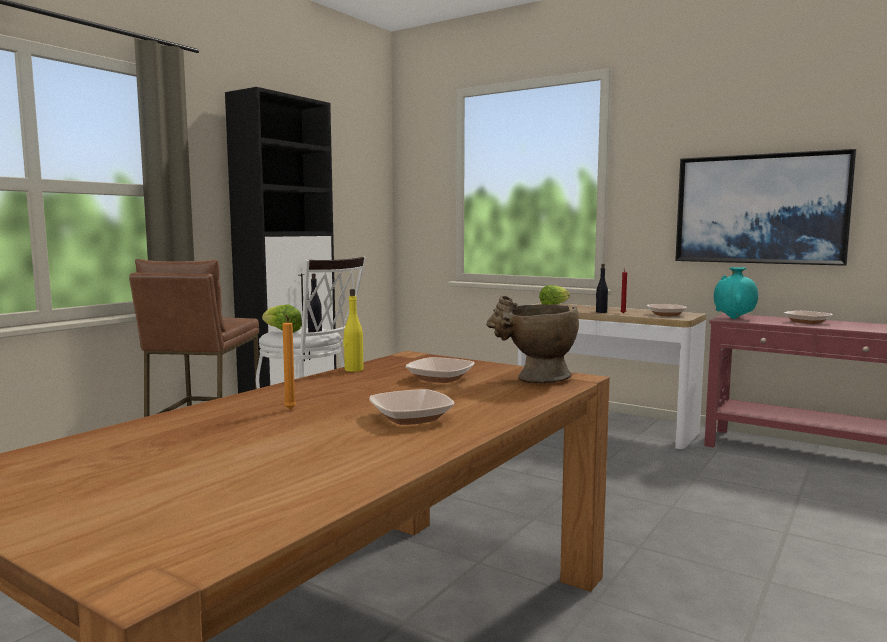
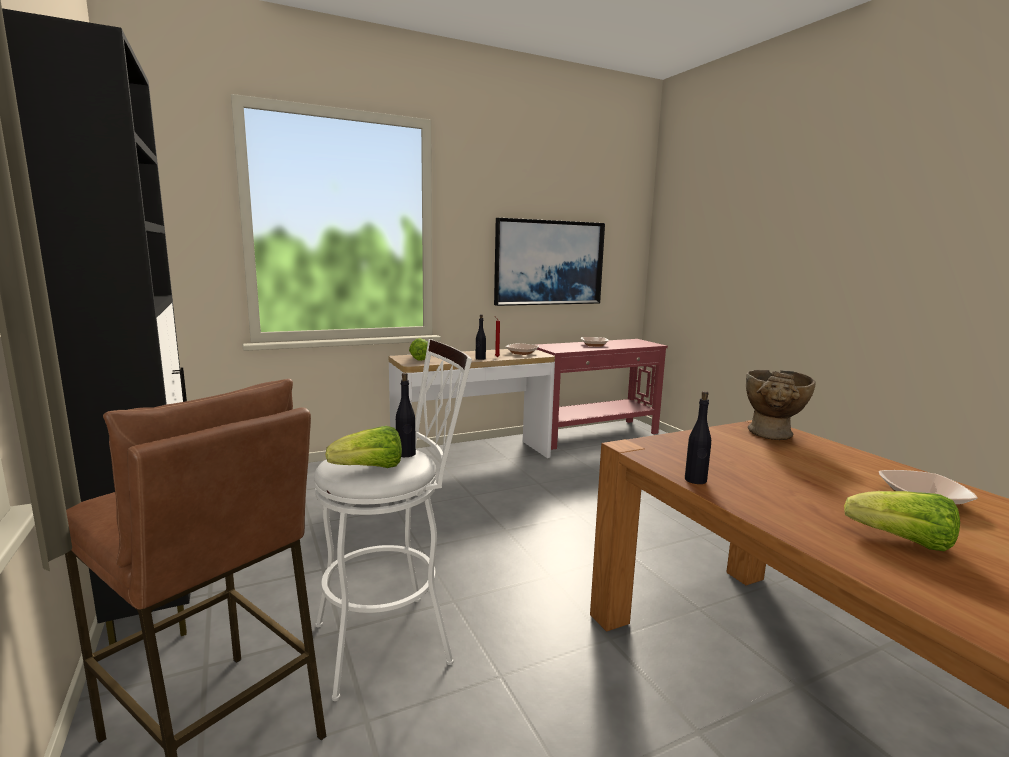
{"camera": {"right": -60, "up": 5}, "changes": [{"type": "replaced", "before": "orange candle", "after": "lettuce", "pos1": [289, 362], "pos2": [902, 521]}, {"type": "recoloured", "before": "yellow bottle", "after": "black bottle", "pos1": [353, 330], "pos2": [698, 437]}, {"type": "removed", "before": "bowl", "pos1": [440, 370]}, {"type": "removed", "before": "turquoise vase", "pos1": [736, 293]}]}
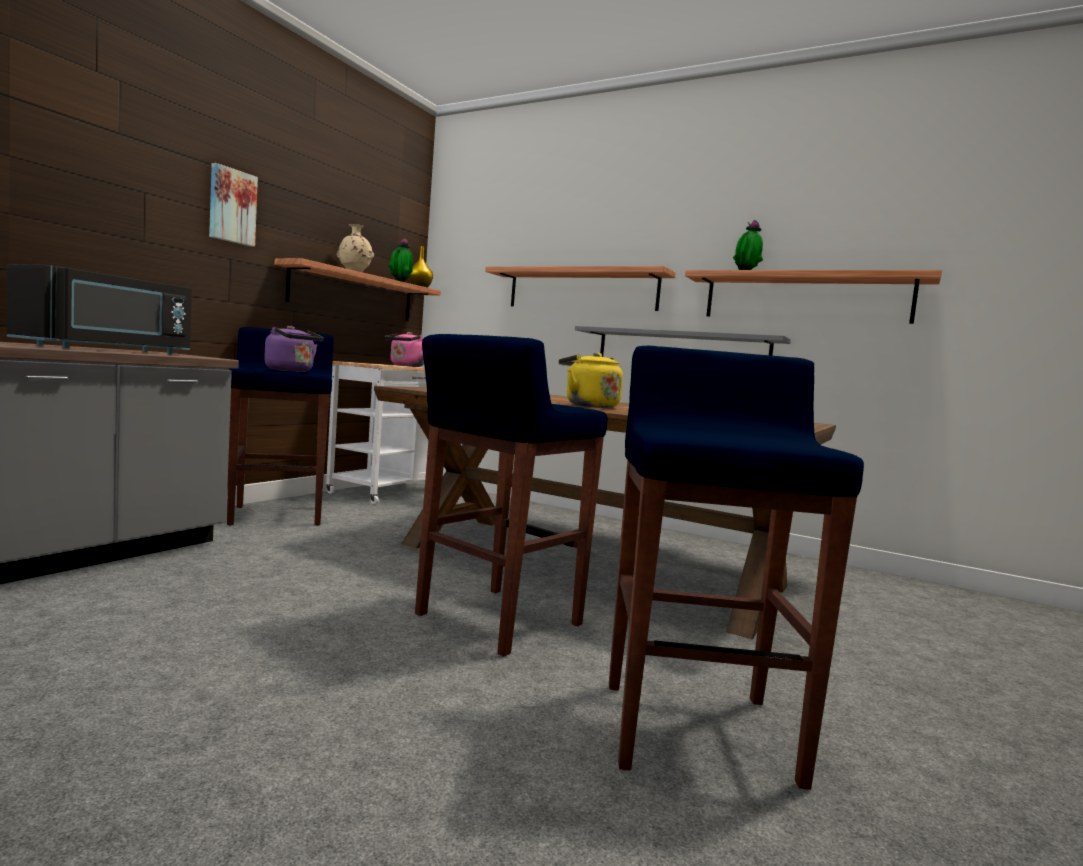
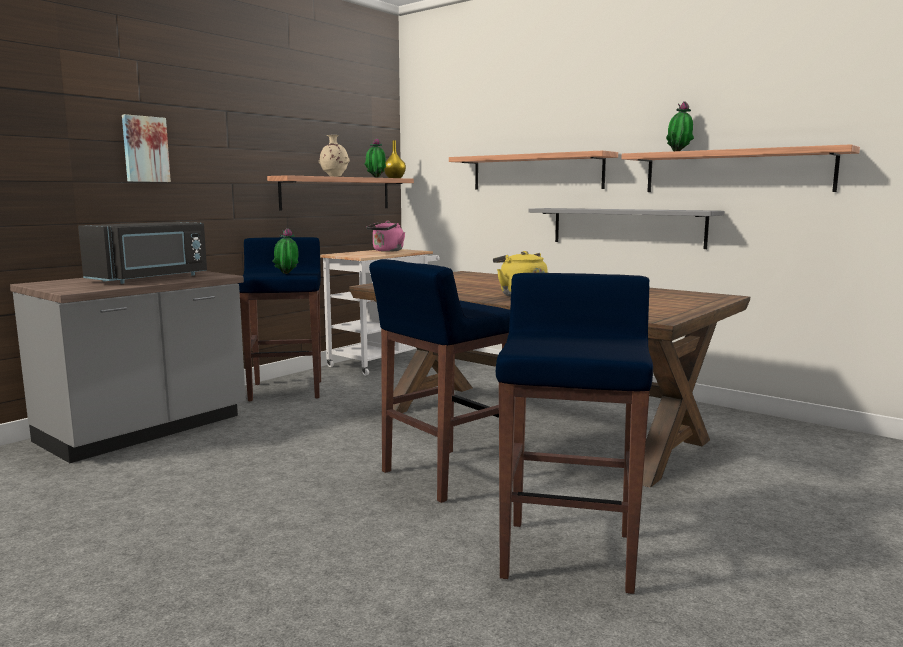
{"camera": {"right": 10, "up": 5}, "changes": [{"type": "moved", "before": "picture", "pos1": [233, 205], "pos2": [146, 148]}, {"type": "replaced", "before": "purple kettle", "after": "potted plant", "pos1": [294, 349], "pos2": [285, 251]}]}
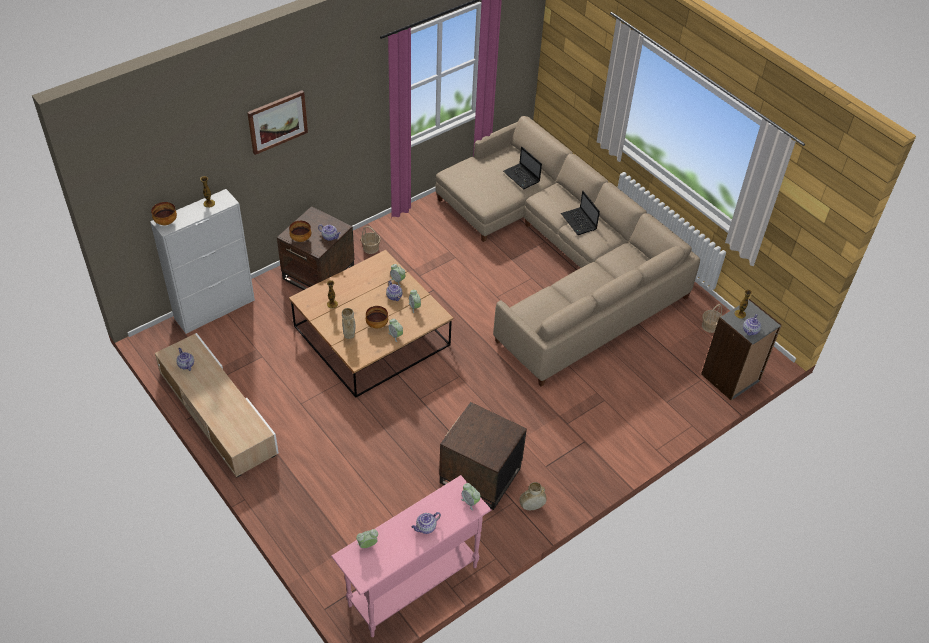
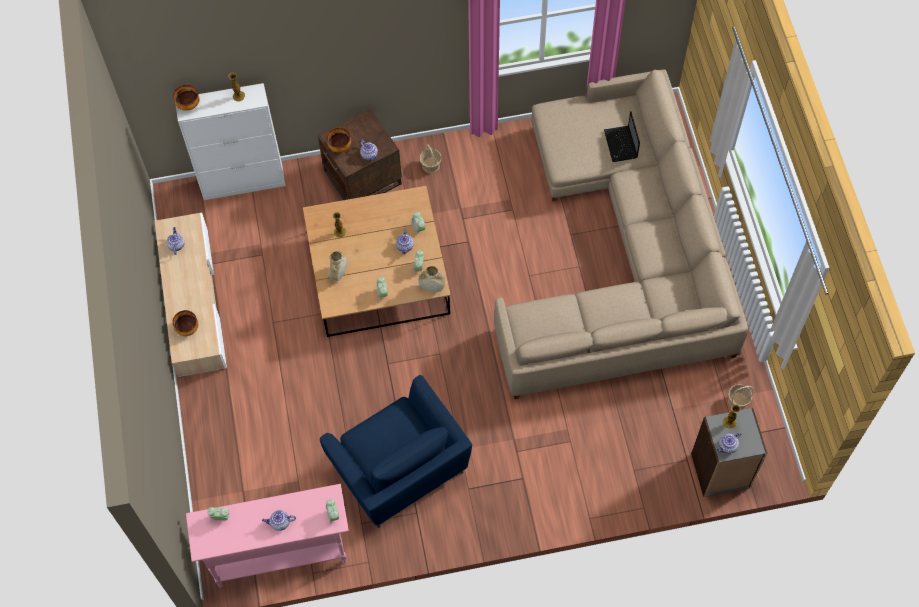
{"camera": {"right": 30, "up": 15}, "changes": [{"type": "removed", "before": "picture", "pos1": [277, 122]}, {"type": "moved", "before": "bowl", "pos1": [377, 317], "pos2": [185, 323]}, {"type": "replaced", "before": "brown side table", "after": "blue armchair", "pos1": [483, 456], "pos2": [396, 451]}, {"type": "moved", "before": "beige vase", "pos1": [532, 496], "pos2": [432, 279]}, {"type": "removed", "before": "laptop", "pos1": [580, 213]}]}
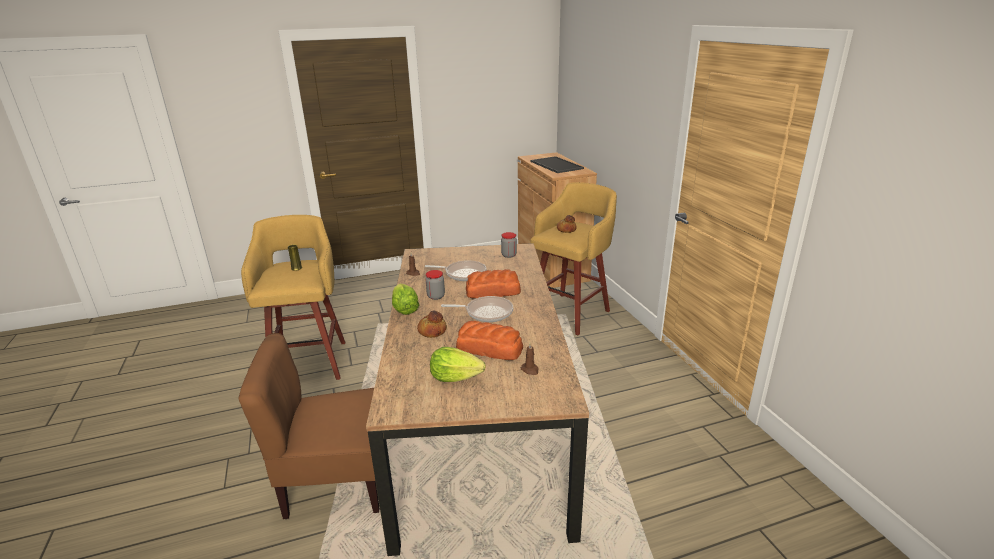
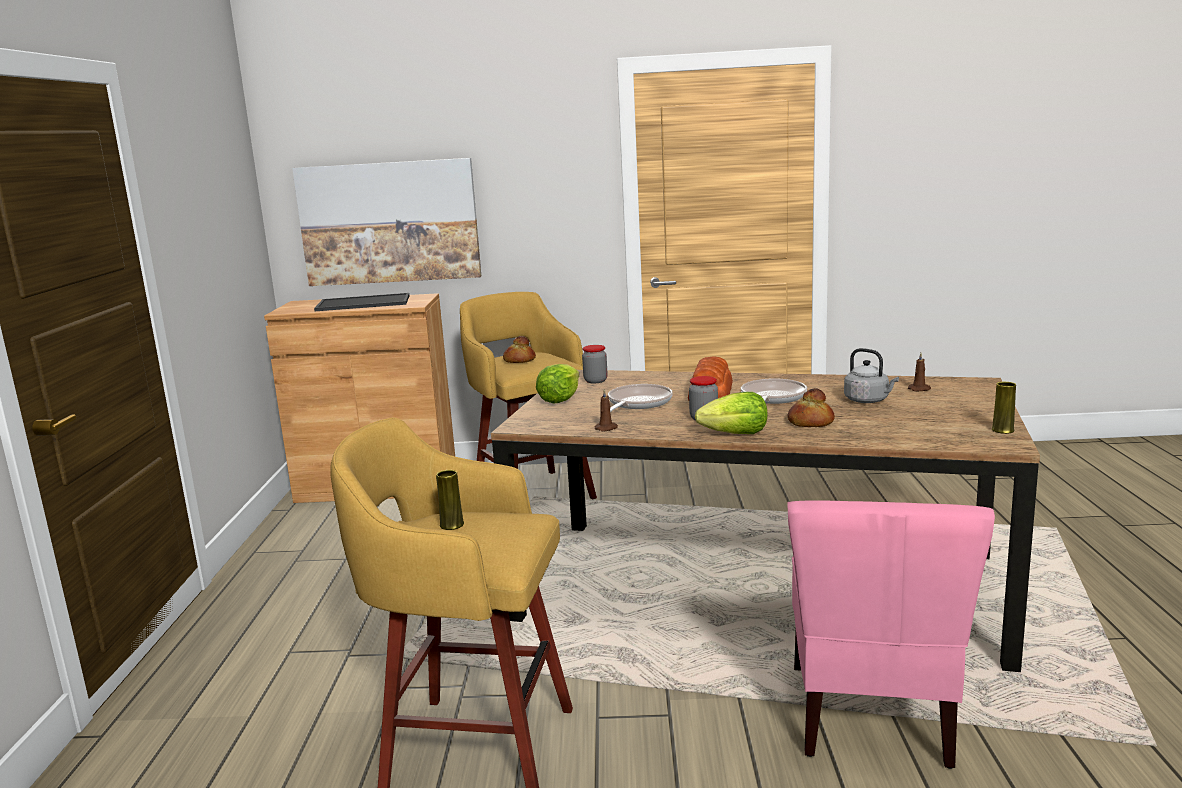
{"camera": {"right": -70, "up": -10}, "changes": [{"type": "recoloured", "before": "brown chair", "after": "pink chair", "pos1": [308, 426], "pos2": [891, 635]}, {"type": "moved", "before": "lettuce", "pos1": [458, 364], "pos2": [557, 383]}, {"type": "replaced", "before": "bread", "after": "grey kettle", "pos1": [489, 340], "pos2": [871, 375]}, {"type": "added", "after": "picture", "pos2": [386, 222]}, {"type": "added", "after": "yellow vase", "pos2": [1004, 408]}]}
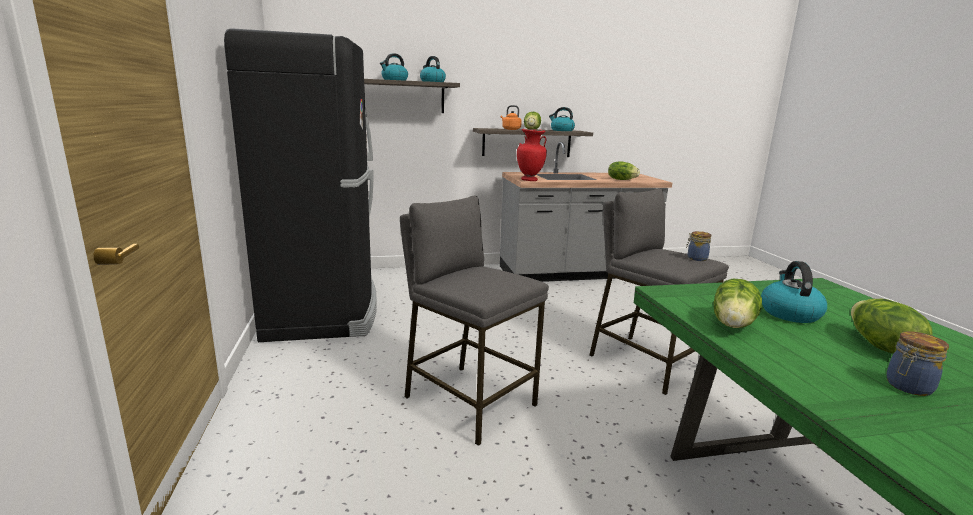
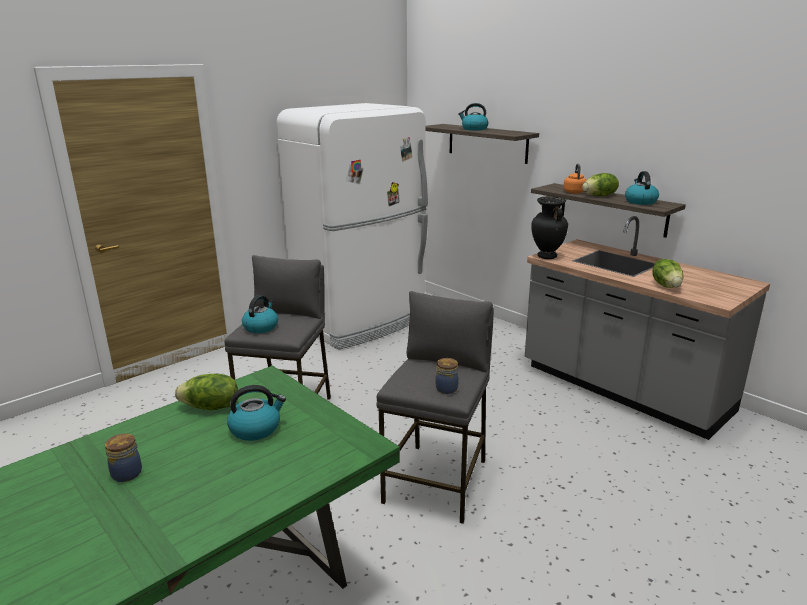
{"camera": {"right": 60, "up": 5}, "changes": [{"type": "recoloured", "before": "black fridge", "after": "white fridge", "pos1": [300, 185], "pos2": [352, 226]}, {"type": "moved", "before": "kettle", "pos1": [433, 69], "pos2": [260, 314]}, {"type": "recoloured", "before": "red vase", "after": "black vase", "pos1": [532, 155], "pos2": [549, 227]}, {"type": "removed", "before": "lettuce", "pos1": [892, 326]}]}
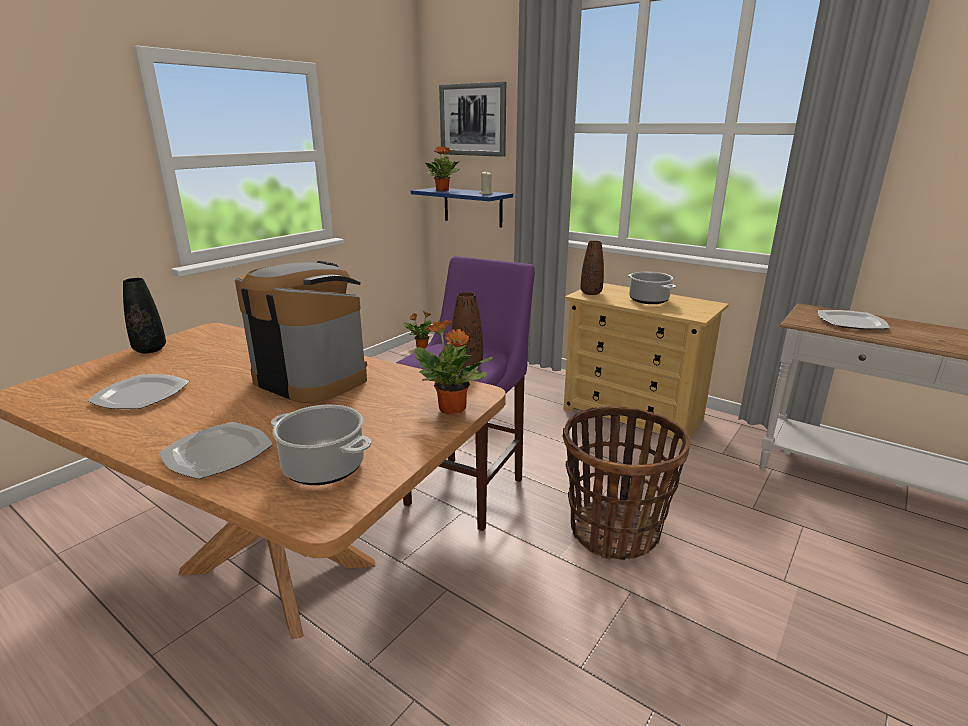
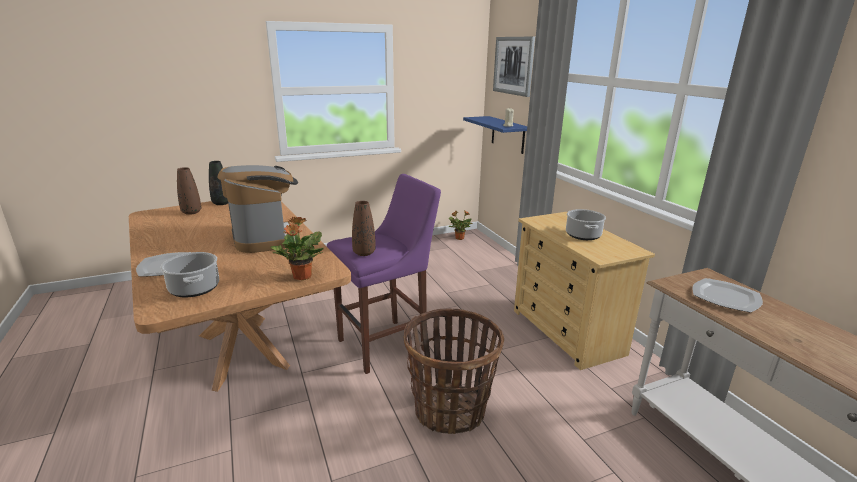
{"camera": {"right": 30, "up": 0}, "changes": [{"type": "removed", "before": "plate", "pos1": [138, 391]}, {"type": "removed", "before": "potted plant", "pos1": [442, 168]}, {"type": "moved", "before": "brown vase", "pos1": [592, 268], "pos2": [189, 191]}]}
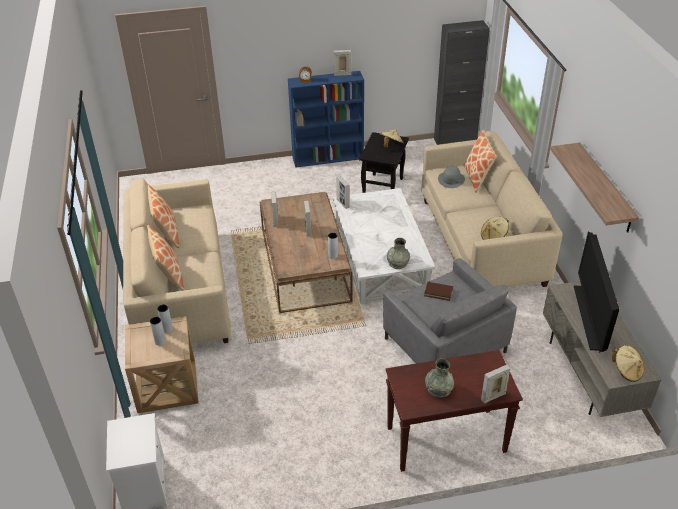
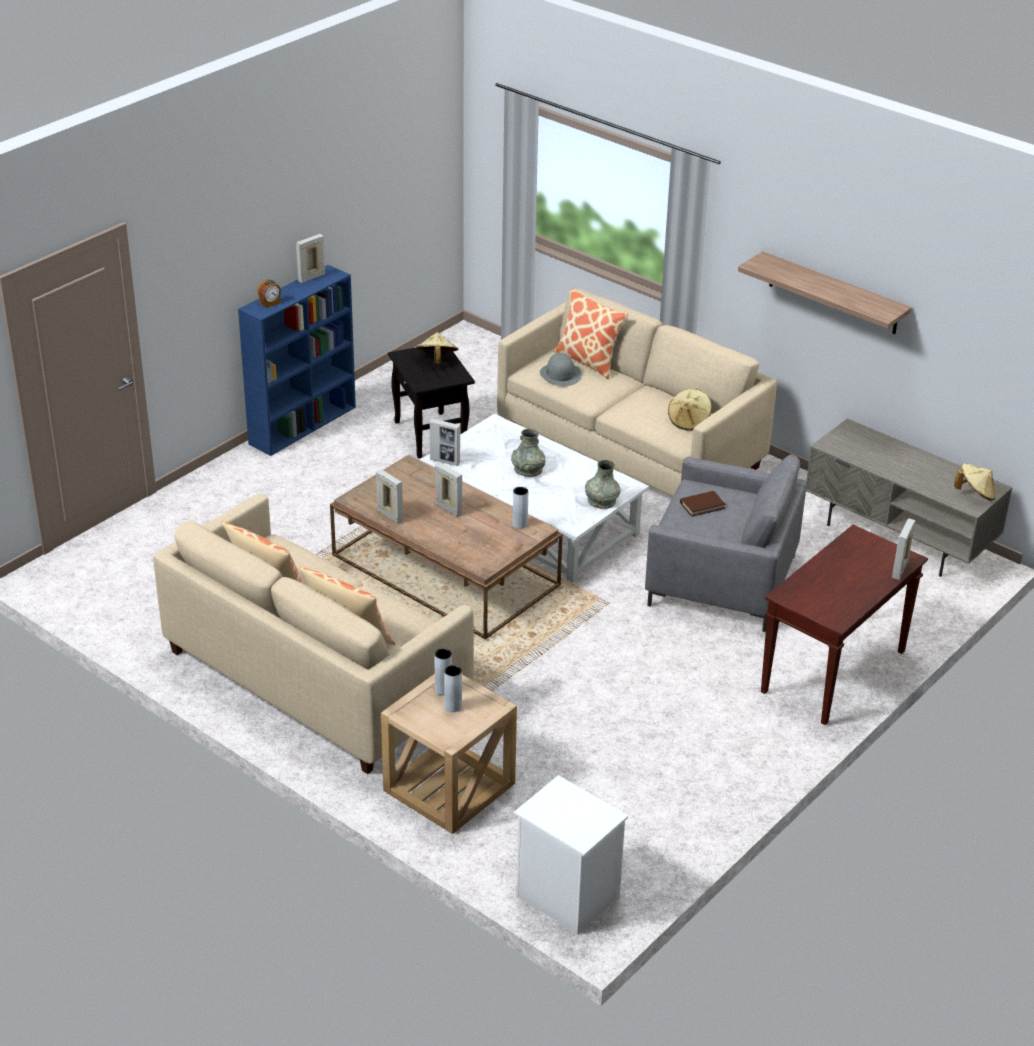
{"camera": {"right": -40, "up": -5}, "changes": [{"type": "moved", "before": "grey vase", "pos1": [439, 378], "pos2": [528, 453]}, {"type": "removed", "before": "black cabinet", "pos1": [462, 82]}, {"type": "removed", "before": "television", "pos1": [596, 292]}]}
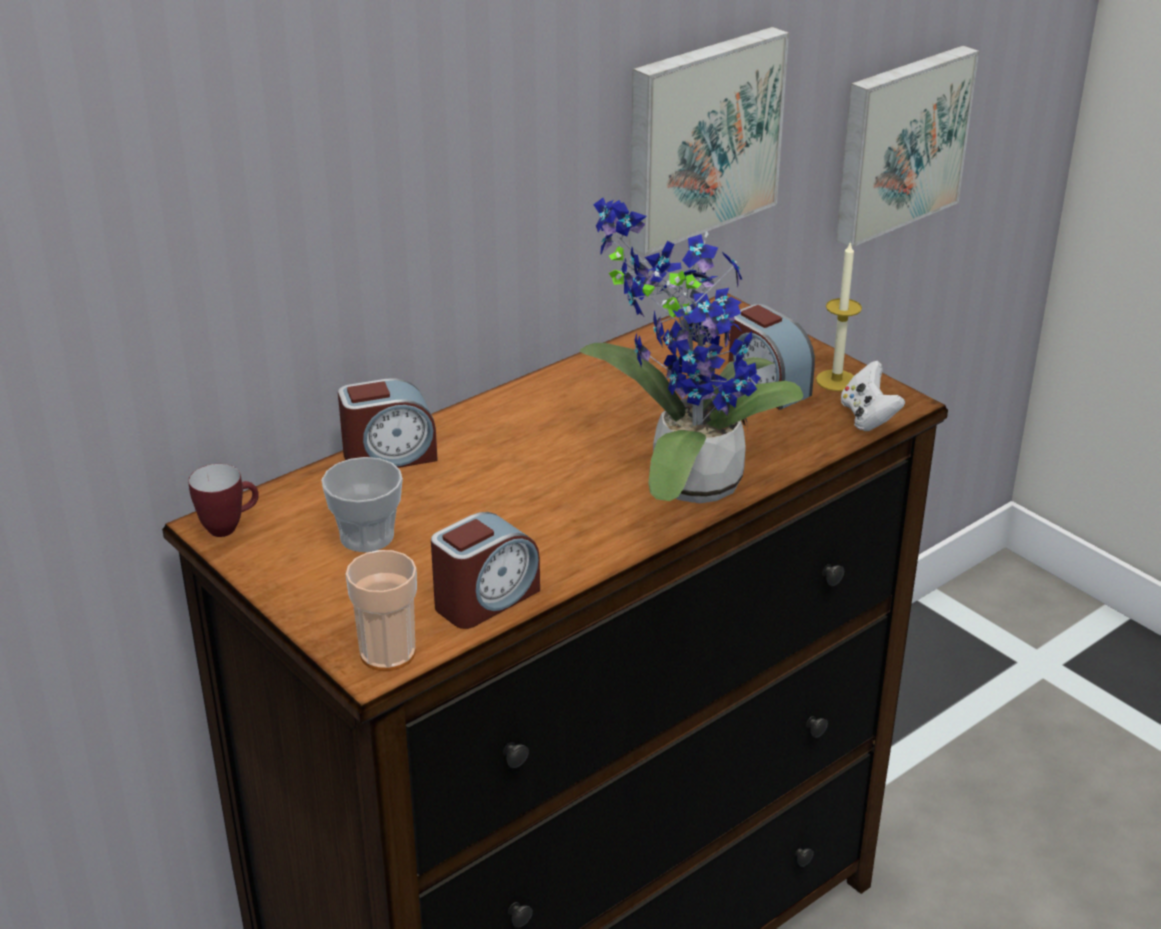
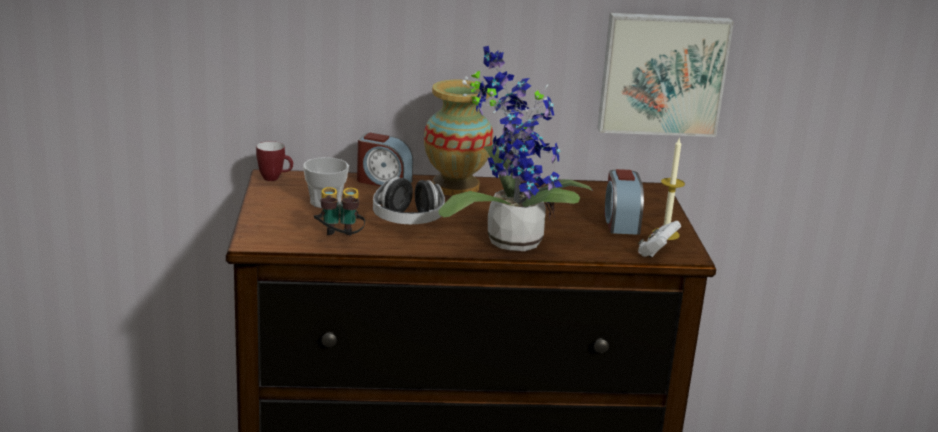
{"camera": {"right": 35, "up": -10}, "changes": [{"type": "removed", "before": "cup", "pos1": [381, 610]}, {"type": "replaced", "before": "alarm clock", "after": "binoculars", "pos1": [485, 570], "pos2": [339, 211]}, {"type": "removed", "before": "picture", "pos1": [907, 146]}, {"type": "added", "after": "headphones", "pos2": [409, 200]}, {"type": "added", "after": "vase", "pos2": [458, 138]}]}
